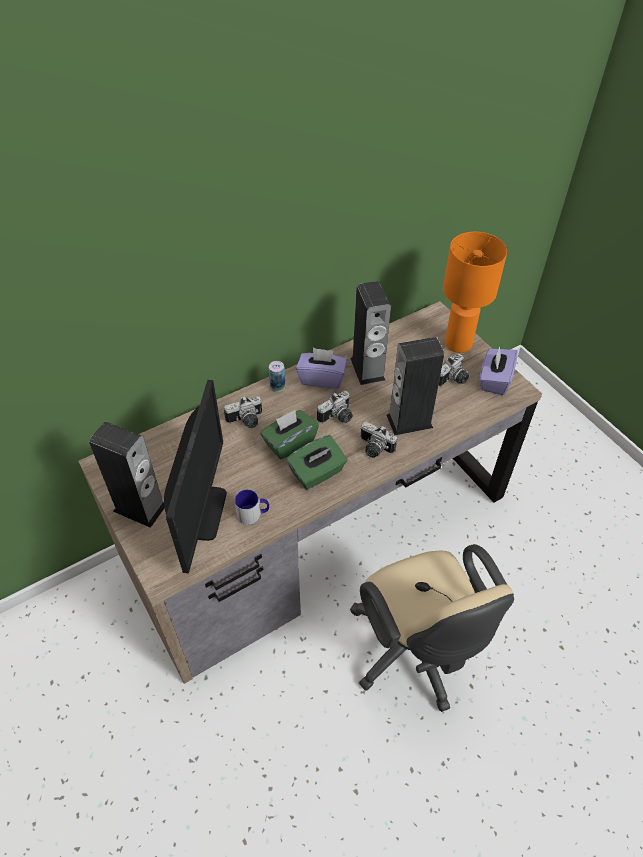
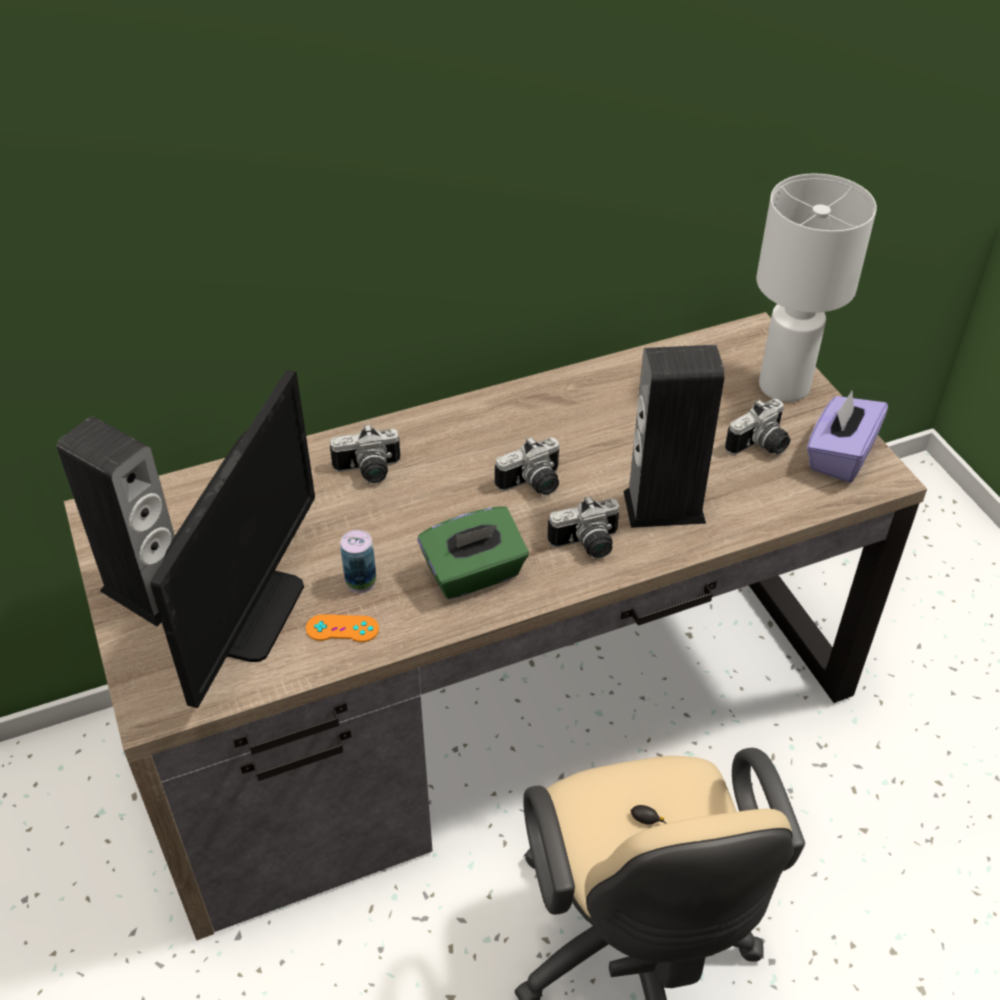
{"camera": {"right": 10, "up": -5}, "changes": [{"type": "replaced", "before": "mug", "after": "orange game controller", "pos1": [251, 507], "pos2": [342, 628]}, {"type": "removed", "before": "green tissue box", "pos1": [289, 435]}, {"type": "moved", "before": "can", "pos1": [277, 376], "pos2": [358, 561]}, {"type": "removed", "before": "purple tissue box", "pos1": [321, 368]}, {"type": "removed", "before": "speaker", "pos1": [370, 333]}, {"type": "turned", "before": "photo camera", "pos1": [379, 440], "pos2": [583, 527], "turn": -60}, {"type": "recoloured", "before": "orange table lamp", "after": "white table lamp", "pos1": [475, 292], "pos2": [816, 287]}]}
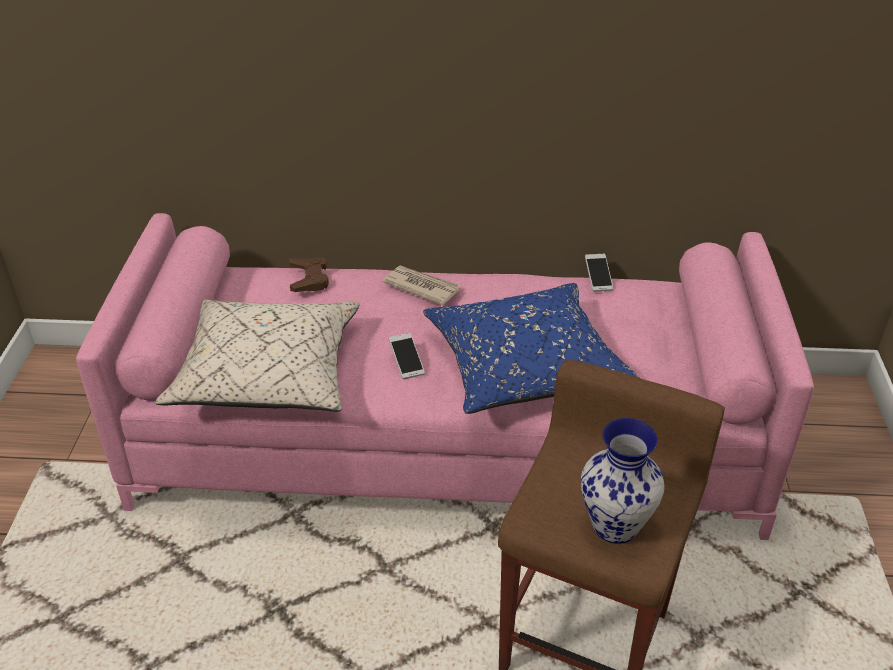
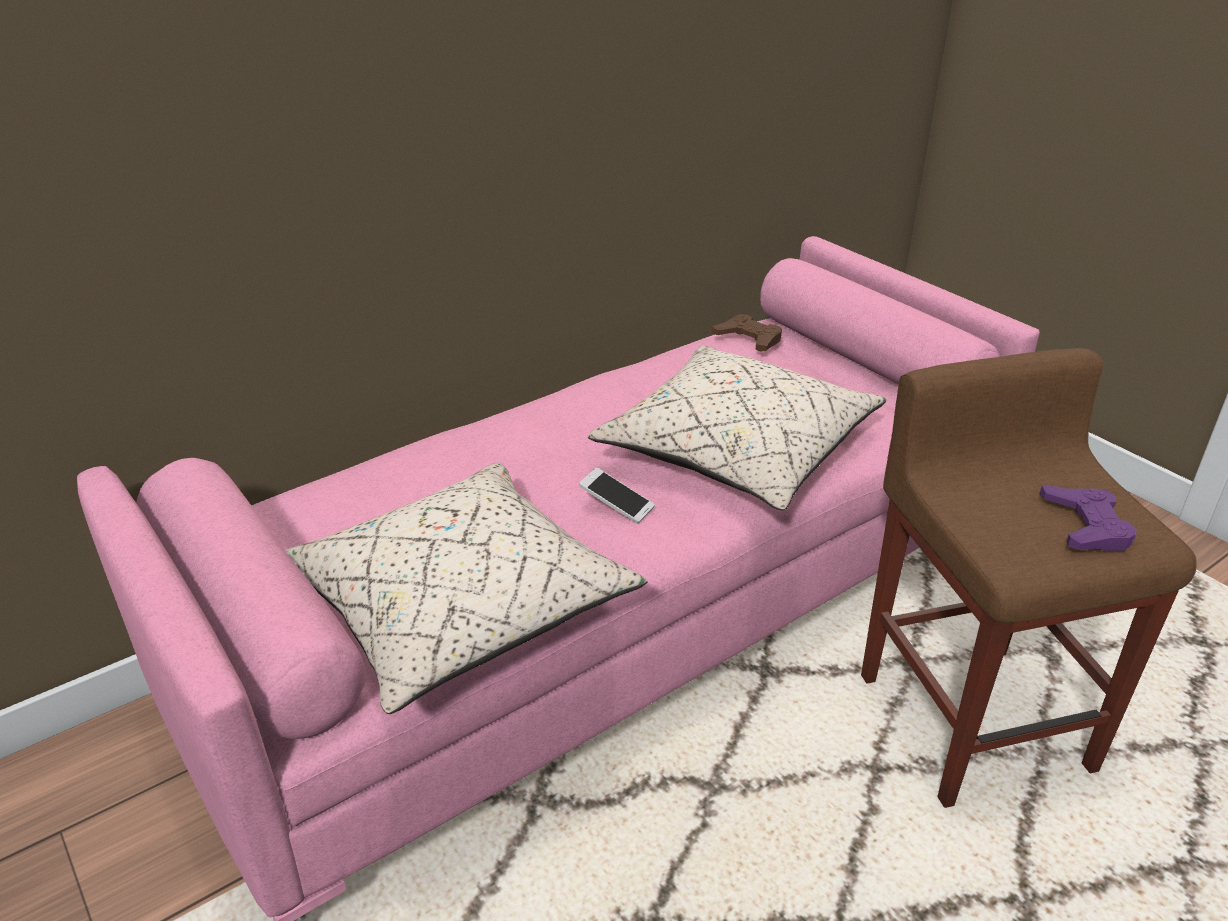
{"camera": {"right": -40, "up": -5}, "changes": [{"type": "moved", "before": "brown game controller", "pos1": [309, 274], "pos2": [747, 333]}, {"type": "removed", "before": "newspaper", "pos1": [421, 285]}, {"type": "recoloured", "before": "blue pillow", "after": "beige pillow", "pos1": [531, 348], "pos2": [737, 428]}, {"type": "replaced", "before": "vase", "after": "purple game controller", "pos1": [623, 481], "pos2": [1088, 518]}, {"type": "removed", "before": "phone", "pos1": [599, 273]}]}
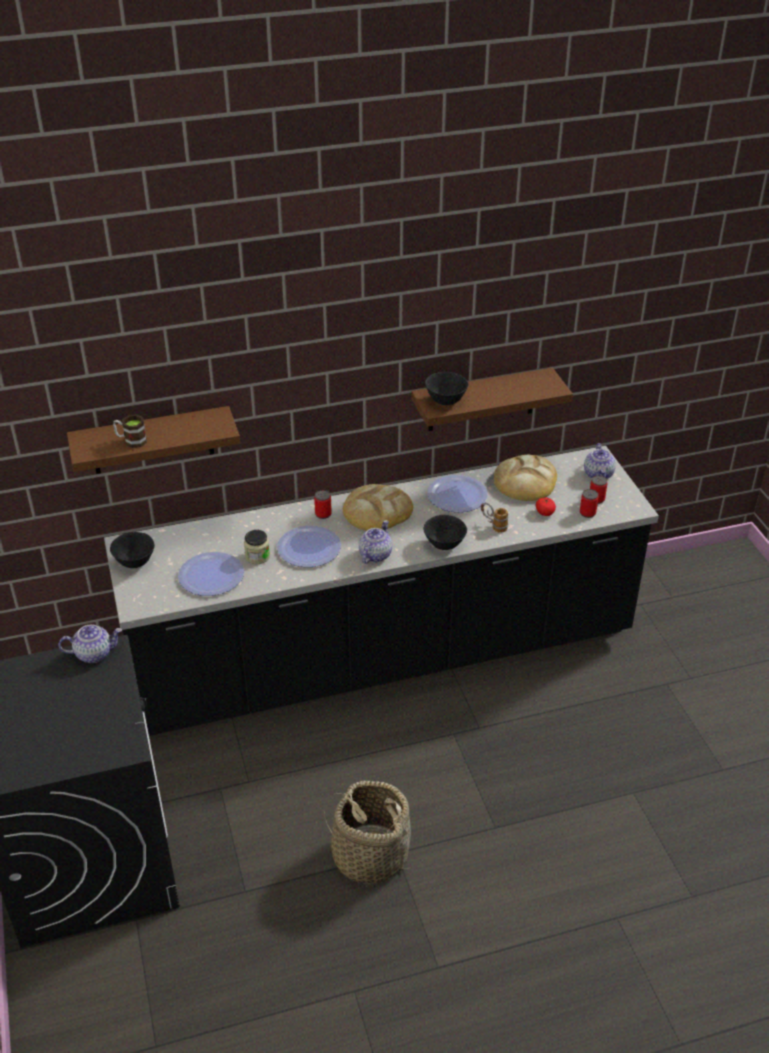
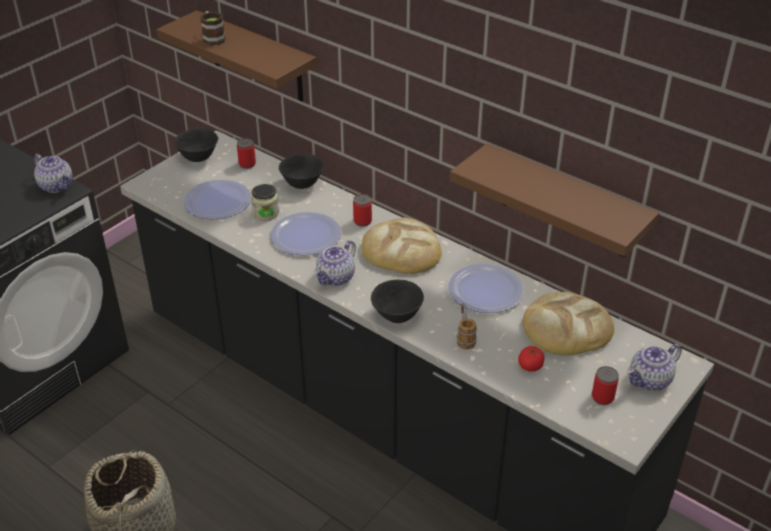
{"camera": {"right": 55, "up": 0}, "changes": [{"type": "turned", "before": "teapot", "pos1": [375, 542], "pos2": [335, 263], "turn": 135}, {"type": "moved", "before": "black bowl", "pos1": [447, 388], "pos2": [301, 171]}, {"type": "moved", "before": "can", "pos1": [589, 503], "pos2": [246, 153]}]}
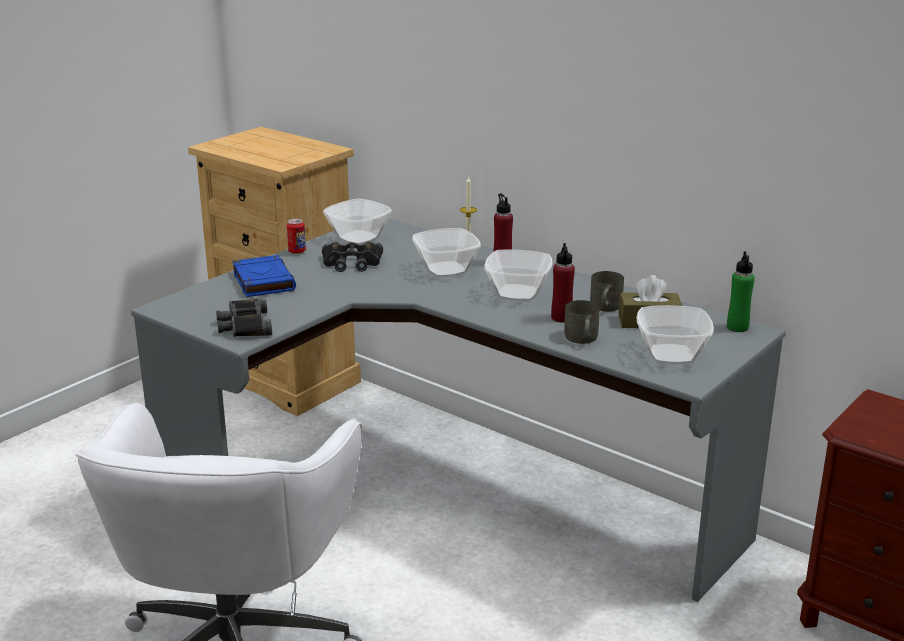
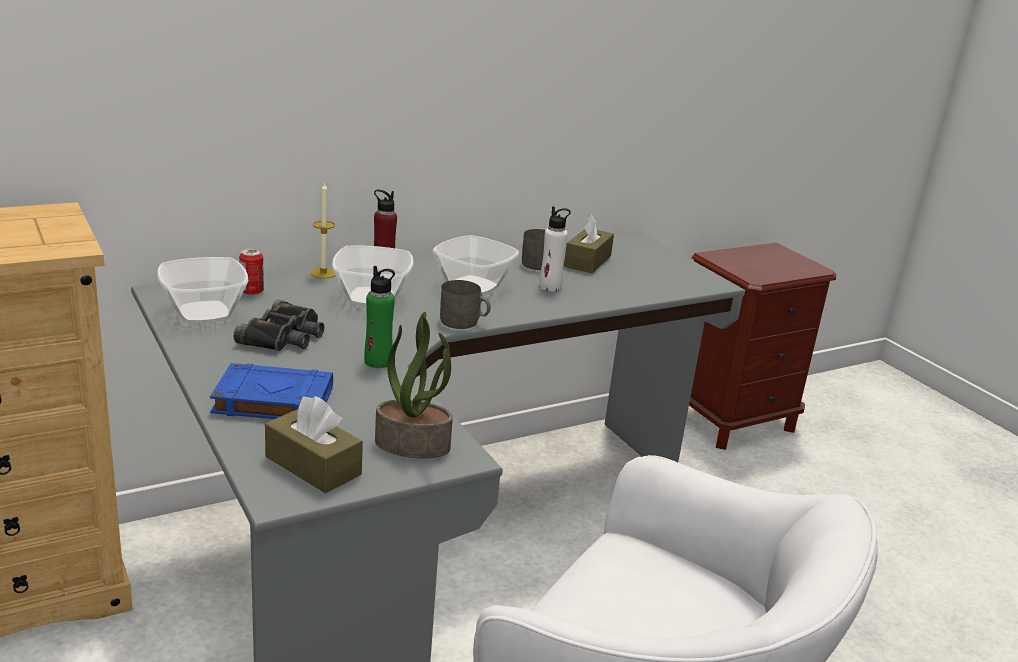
{"camera": {"right": -70, "up": 0}, "changes": [{"type": "replaced", "before": "black binoculars", "after": "potted plant", "pos1": [244, 317], "pos2": [414, 385]}, {"type": "moved", "before": "can", "pos1": [296, 236], "pos2": [251, 271]}, {"type": "recoloured", "before": "red bottle", "after": "white bottle", "pos1": [563, 282], "pos2": [555, 248]}, {"type": "moved", "before": "grey mug", "pos1": [582, 322], "pos2": [465, 304]}, {"type": "removed", "before": "bowl", "pos1": [675, 335]}, {"type": "moved", "before": "green bottle", "pos1": [741, 291], "pos2": [379, 317]}, {"type": "added", "after": "brown tissue box", "pos2": [314, 444]}]}
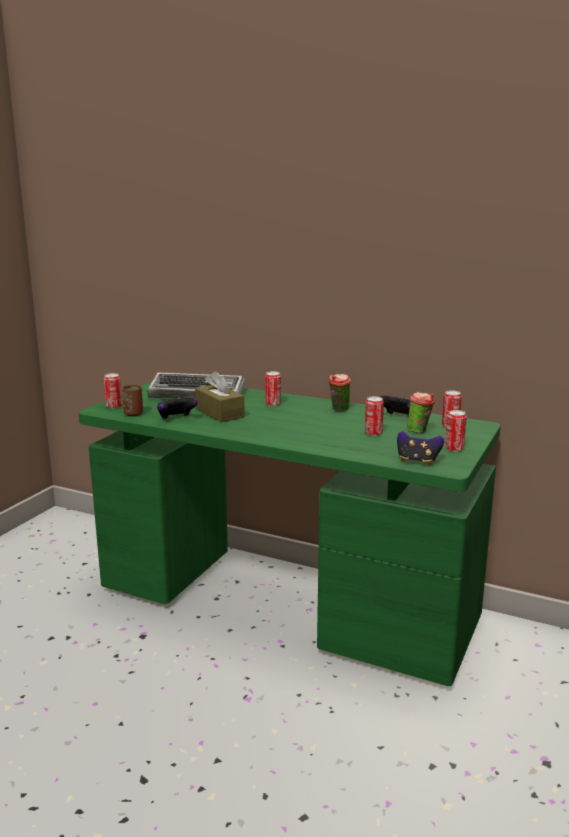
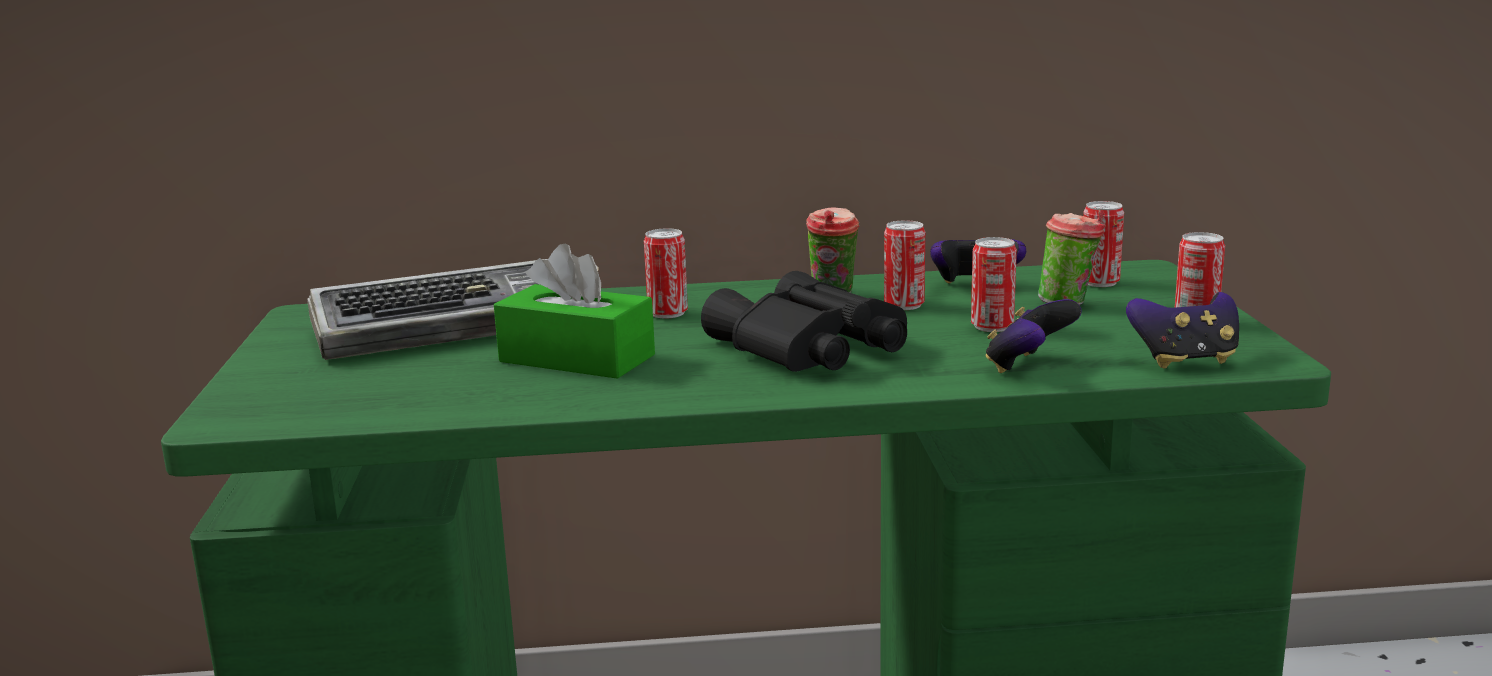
{"camera": {"right": -30, "up": 0}, "changes": [{"type": "moved", "before": "can", "pos1": [113, 391], "pos2": [904, 265]}, {"type": "removed", "before": "brown cup", "pos1": [132, 400]}, {"type": "moved", "before": "game controller", "pos1": [177, 408], "pos2": [1034, 336]}, {"type": "recoloured", "before": "brown tissue box", "after": "green tissue box", "pos1": [220, 396], "pos2": [574, 311]}, {"type": "added", "after": "black binoculars", "pos2": [804, 321]}]}
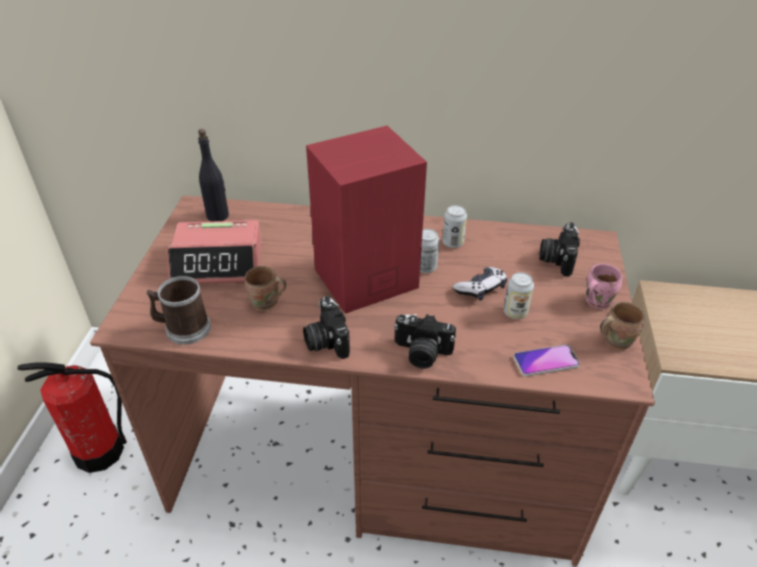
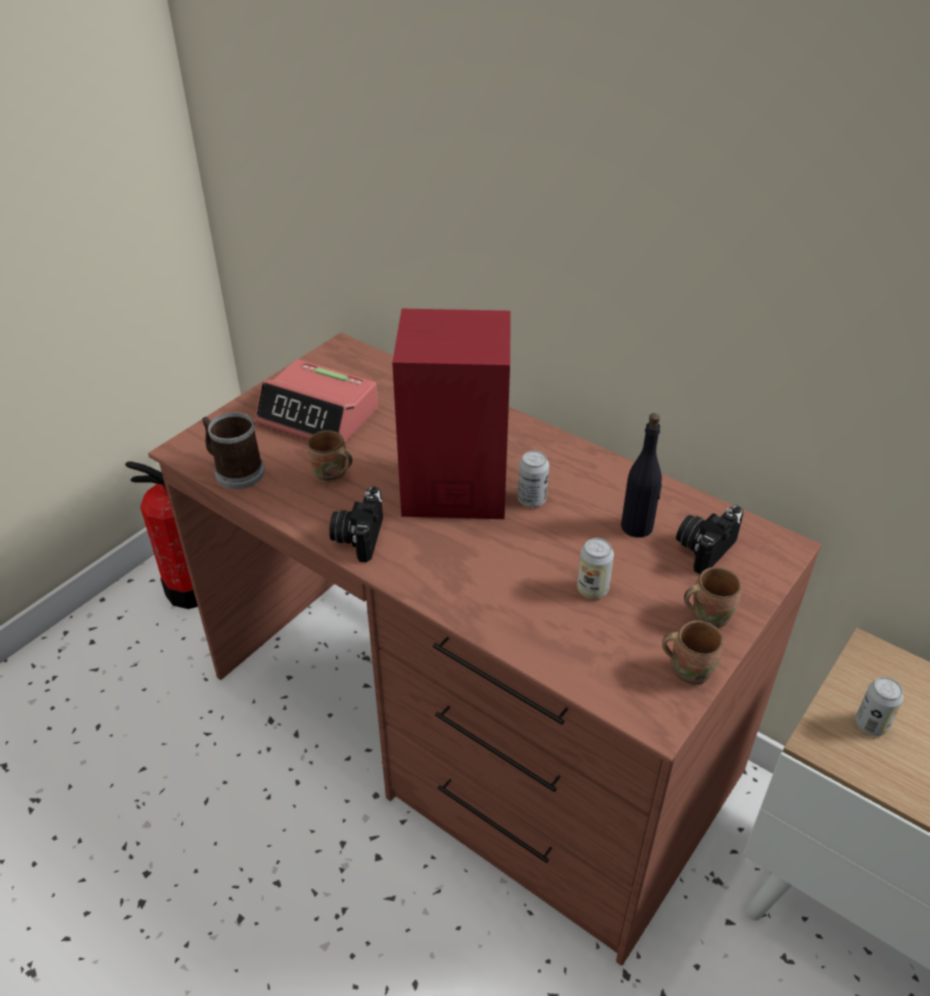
{"camera": {"right": 30, "up": 0}, "changes": [{"type": "moved", "before": "black bottle", "pos1": [213, 175], "pos2": [641, 475]}, {"type": "removed", "before": "photo camera", "pos1": [425, 341]}, {"type": "moved", "before": "can", "pos1": [455, 226], "pos2": [880, 706]}, {"type": "removed", "before": "game controller", "pos1": [480, 284]}, {"type": "removed", "before": "phone", "pos1": [546, 361]}, {"type": "recoloured", "before": "pink mug", "after": "brown mug", "pos1": [604, 286], "pos2": [712, 598]}]}
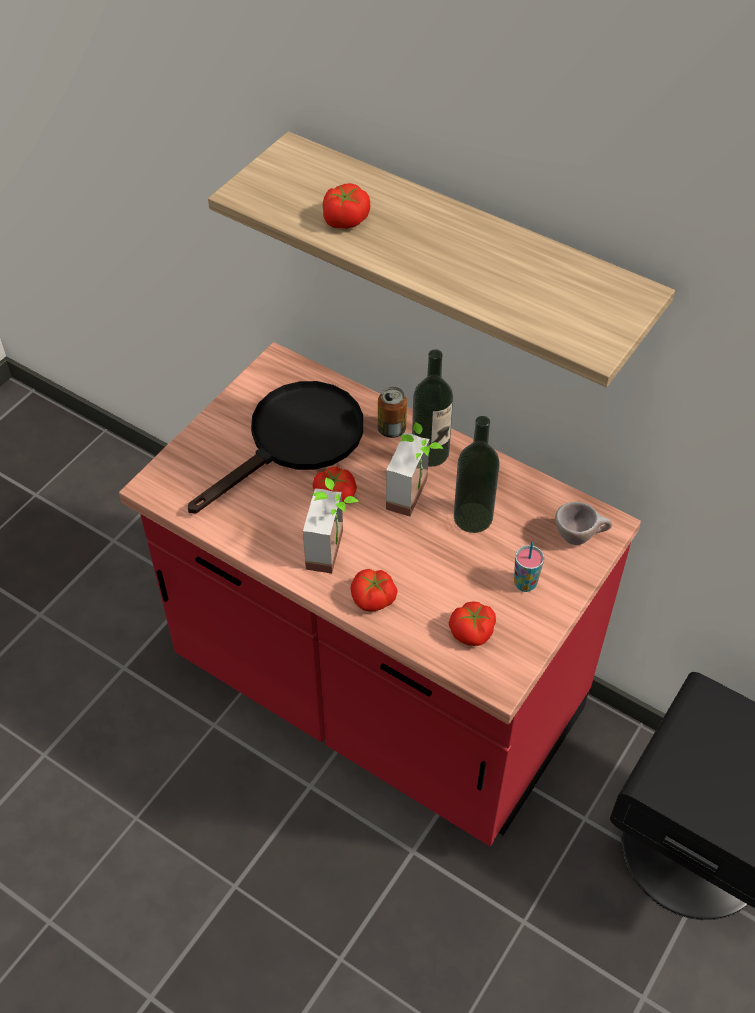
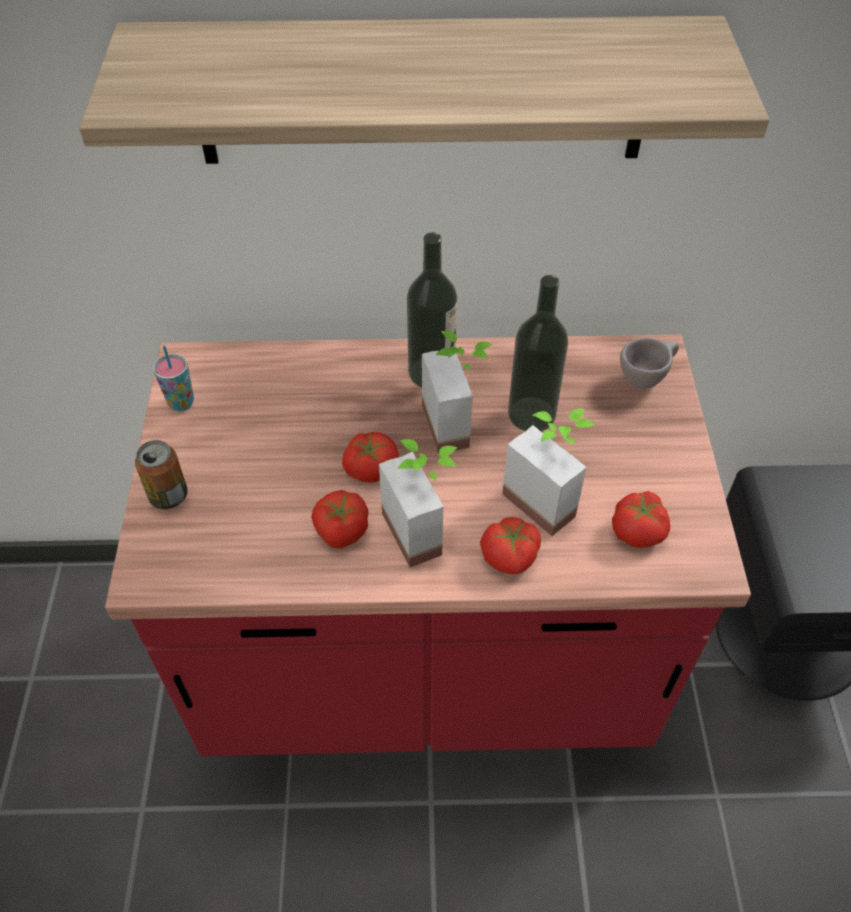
{"camera": {"right": -35, "up": 0}, "changes": [{"type": "removed", "before": "black frying pan", "pos1": [275, 447]}, {"type": "moved", "before": "tomato", "pos1": [346, 206], "pos2": [340, 519]}, {"type": "moved", "before": "can", "pos1": [392, 412], "pos2": [161, 474]}, {"type": "moved", "before": "cup", "pos1": [529, 567], "pos2": [173, 378]}, {"type": "added", "after": "potted plant", "pos2": [549, 472]}]}
